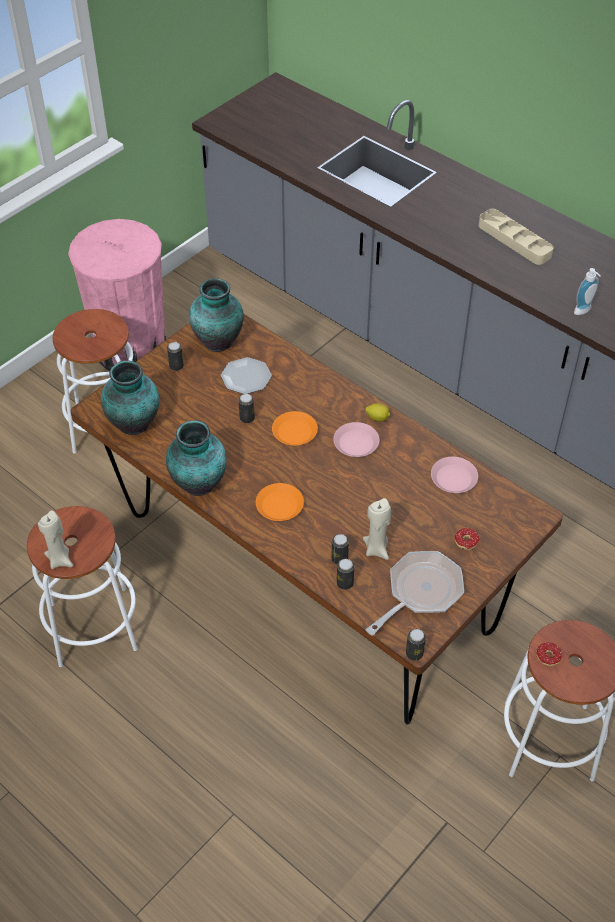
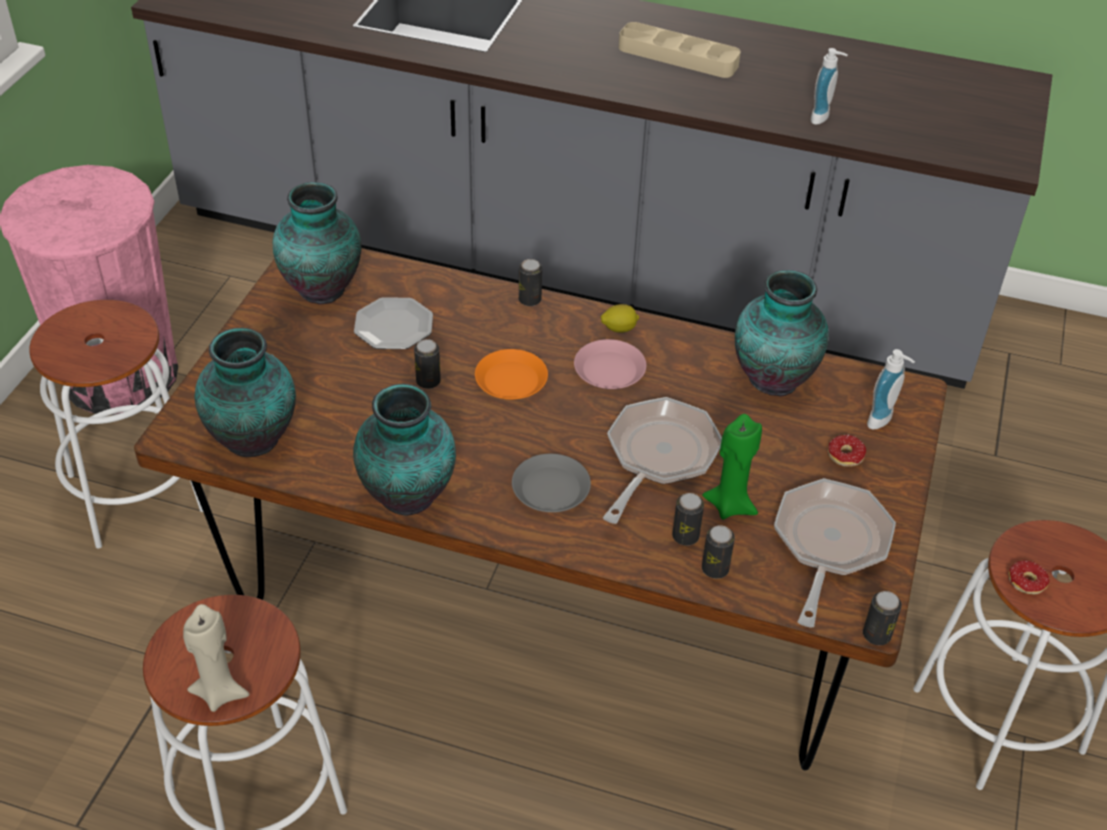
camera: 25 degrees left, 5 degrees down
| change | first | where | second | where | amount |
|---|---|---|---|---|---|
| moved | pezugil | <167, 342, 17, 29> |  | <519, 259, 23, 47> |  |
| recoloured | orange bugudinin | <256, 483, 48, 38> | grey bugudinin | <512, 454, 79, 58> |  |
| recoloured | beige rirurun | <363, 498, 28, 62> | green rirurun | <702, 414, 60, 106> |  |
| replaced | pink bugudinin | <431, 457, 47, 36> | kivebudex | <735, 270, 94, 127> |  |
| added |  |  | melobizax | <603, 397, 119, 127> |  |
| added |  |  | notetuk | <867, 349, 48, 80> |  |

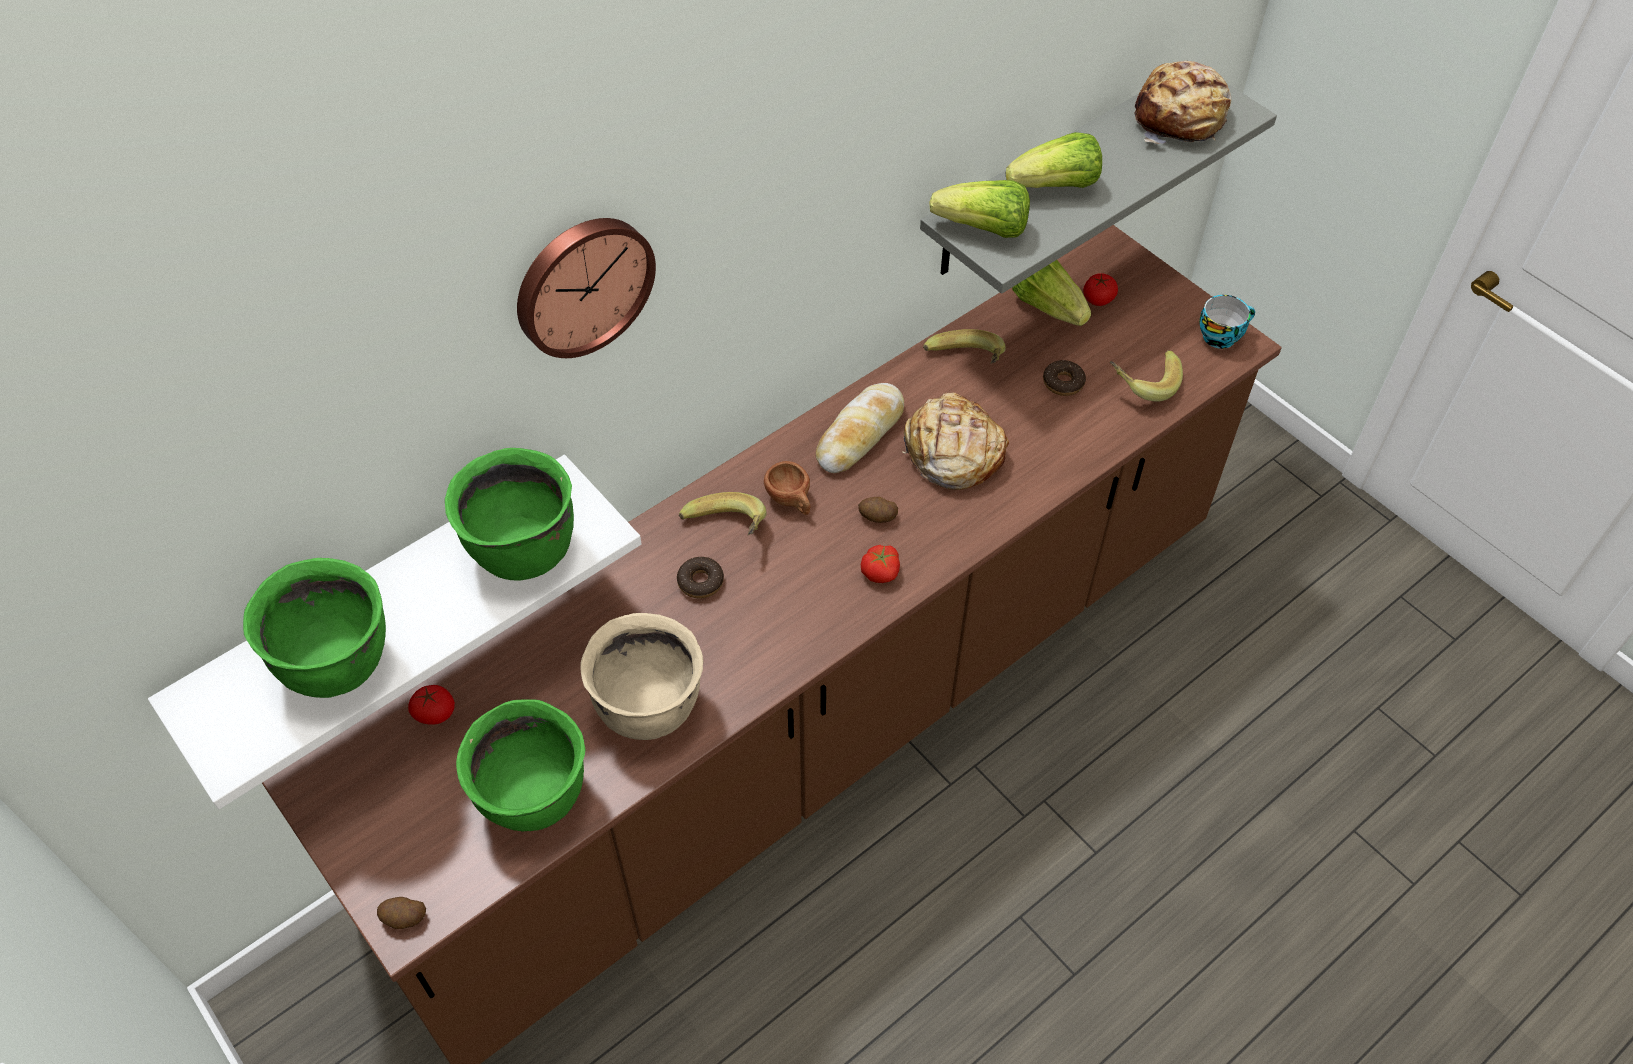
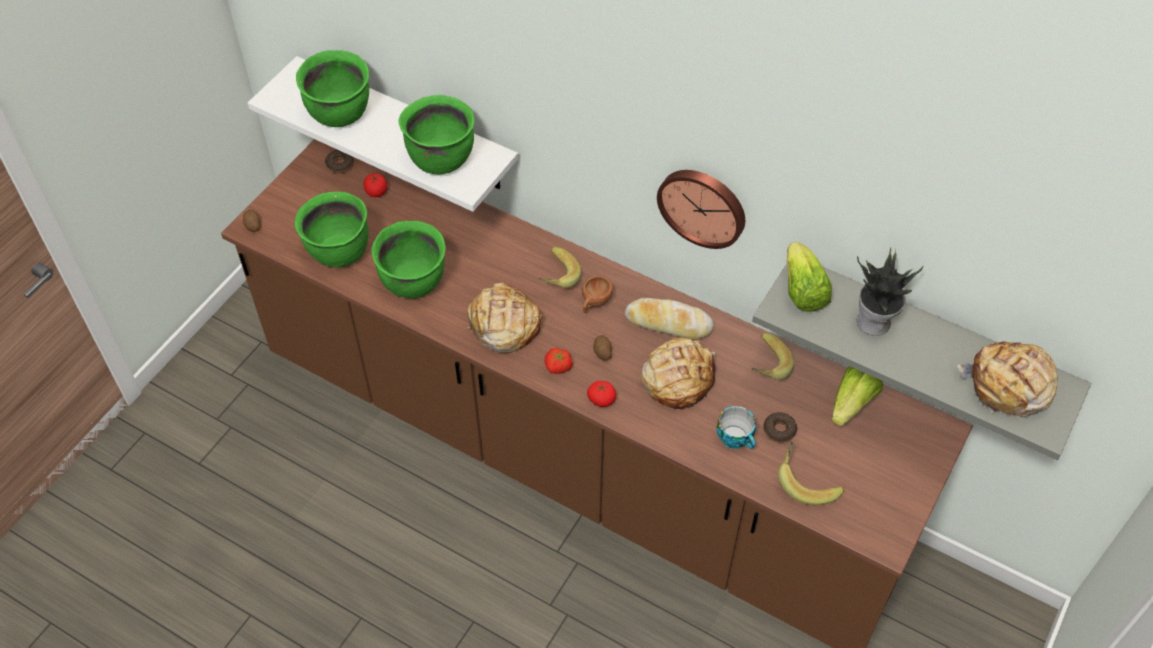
camera: 70 degrees right, 0 degrees up
| change | first | where | second | where | amount |
|---|---|---|---|---|---|
| moved | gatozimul | <517, 218, 139, 140> |  | <657, 170, 88, 79> |  |
| recoloured | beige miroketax | <580, 613, 123, 127> | green miroketax | <371, 221, 75, 77> |  |
| moved | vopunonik | <677, 557, 47, 42> |  | <325, 150, 29, 23> |  |
| replaced | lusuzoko | <1006, 132, 96, 56> | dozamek | <857, 247, 67, 89> |  |
| moved | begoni | <1083, 273, 35, 33> |  | <587, 381, 29, 26> |  |
| moved | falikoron | <1199, 295, 56, 54> |  | <716, 406, 40, 43> |  |
| added |  |  | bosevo | <467, 283, 76, 70> |  |

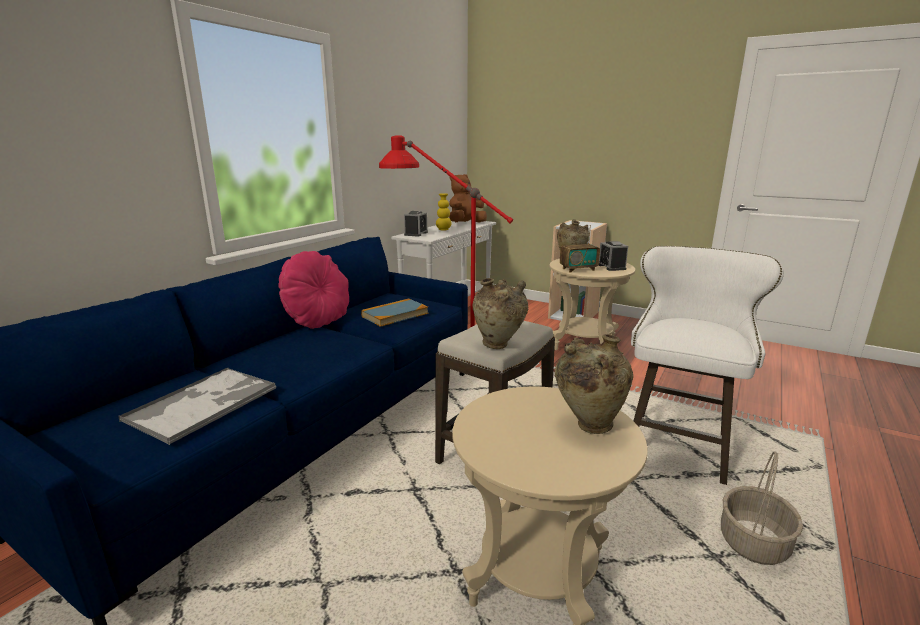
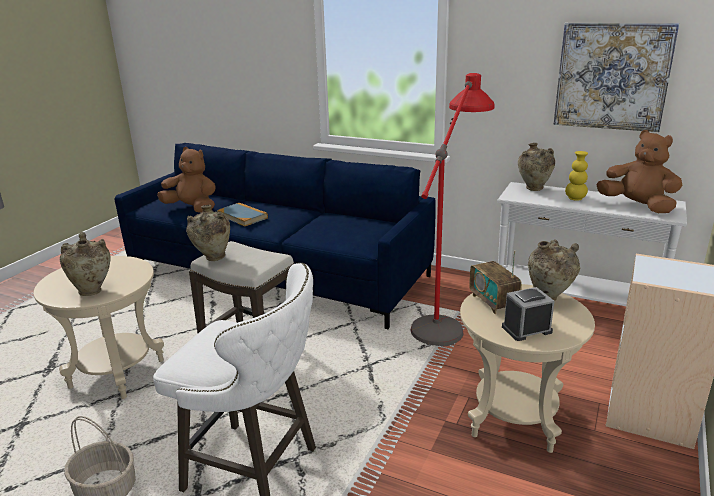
camera: 85 degrees right, 5 degrees up
| change | first | where | second | where | amount |
|---|---|---|---|---|---|
| replaced | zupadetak | <118, 368, 158, 77> | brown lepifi | <157, 147, 59, 66> |  |
| removed | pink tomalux | <278, 251, 71, 78> |  |  |  |
| moved | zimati | <361, 299, 67, 28> |  | <217, 203, 51, 23> |  |
| replaced | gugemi | <404, 211, 24, 26> | beige kivebudex | <518, 143, 37, 48> |  |
| added |  |  | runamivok | <554, 23, 125, 109> |  |

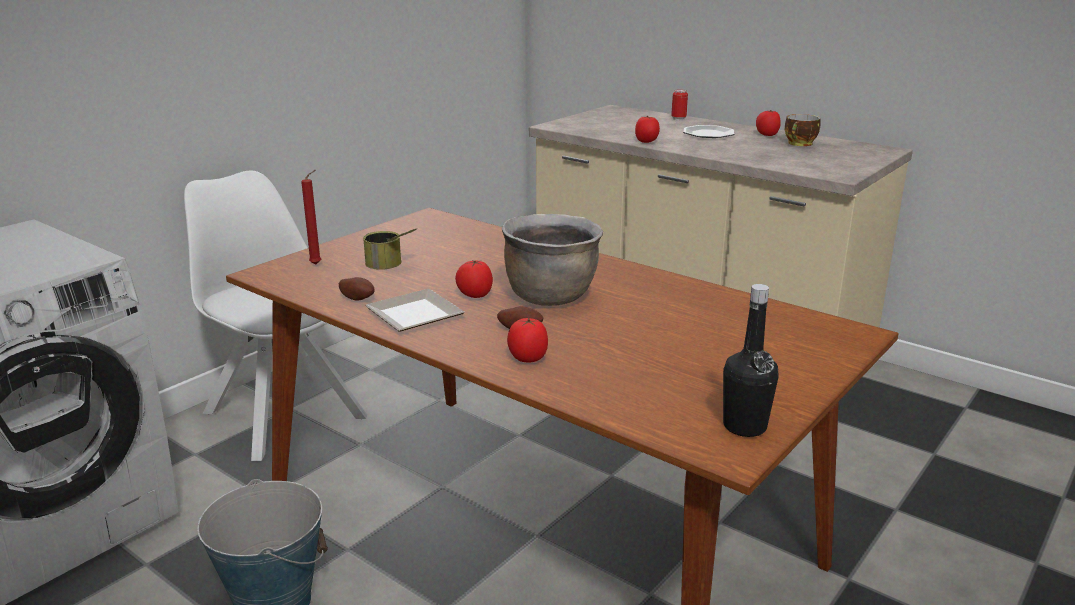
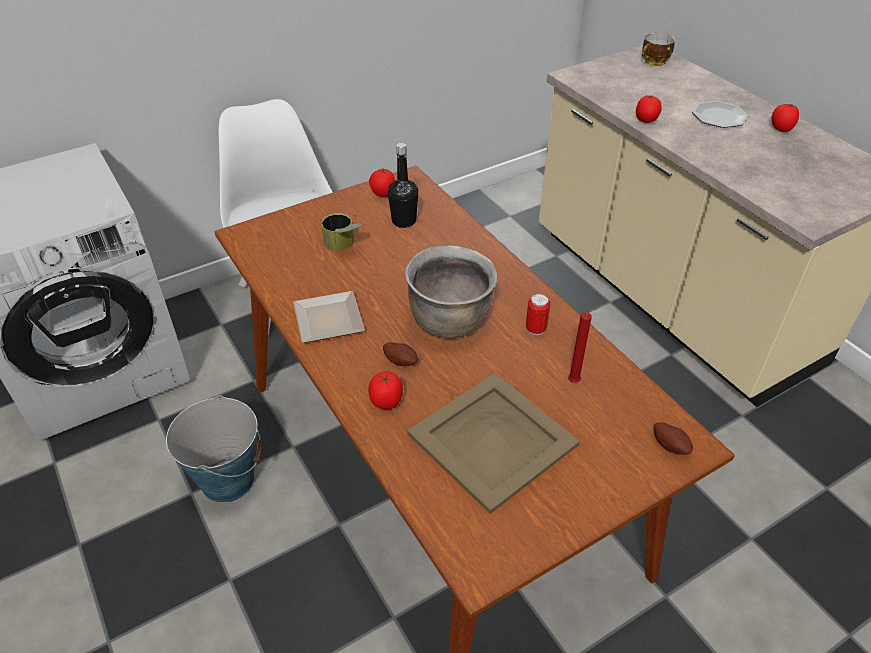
camera: 20 degrees right, 20 degrees up
| change | first | where | second | where | amount |
|---|---|---|---|---|---|
| moved | red rirurun | <301, 170, 20, 95> |  | <568, 307, 31, 76> |  |
| moved | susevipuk | <339, 277, 36, 24> |  | <654, 422, 39, 33> |  |
| moved | begoni | <455, 260, 38, 38> |  | <369, 169, 26, 28> |  |
| moved | pezugil | <671, 89, 17, 31> |  | <526, 294, 24, 41> |  |
| moved | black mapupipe | <723, 284, 56, 153> |  | <388, 143, 30, 85> |  |
| moved | falikoron | <785, 114, 36, 32> |  | <642, 33, 33, 33> |  |
| added |  |  | beige zupadetak | <407, 373, 173, 141> |  |

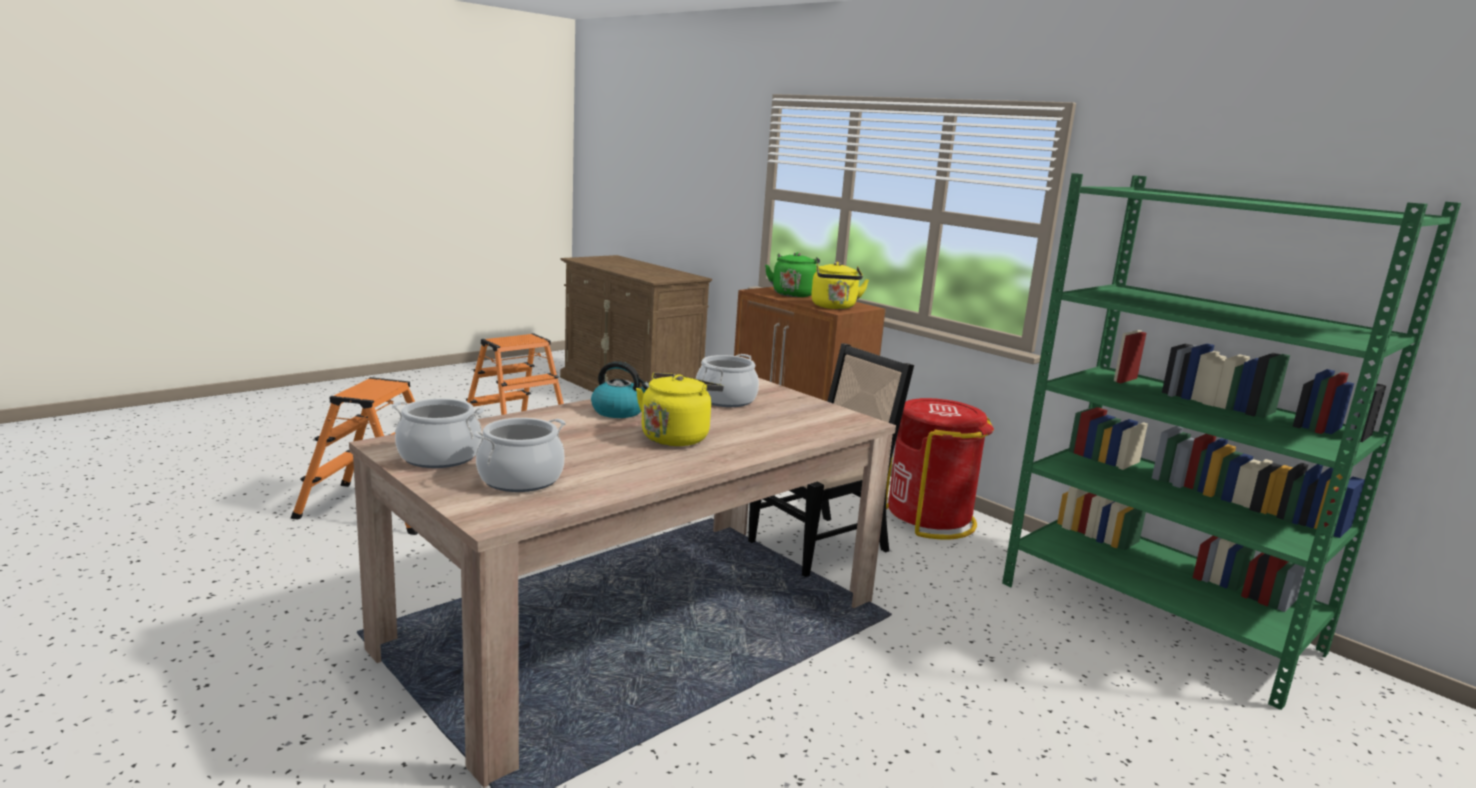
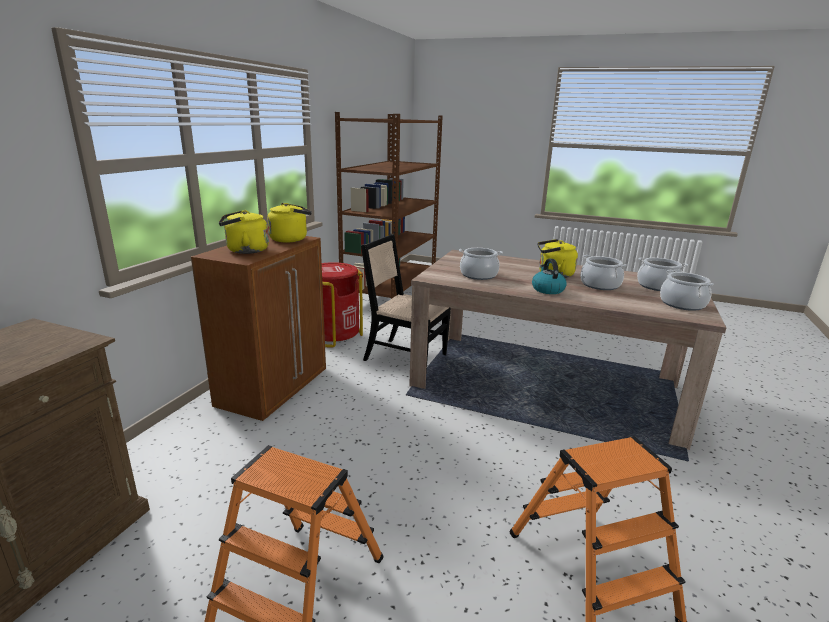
camera: 115 degrees left, 5 degrees up
| change | first | where | second | where | amount |
|---|---|---|---|---|---|
| recoloured | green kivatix | <765, 252, 55, 45> | yellow kivatix | <219, 210, 50, 44> |  |
| recoloured | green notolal | <1002, 173, 459, 537> | brown notolal | <335, 112, 108, 187> |  |
| added |  |  | miroketax | <580, 255, 47, 35> |  |

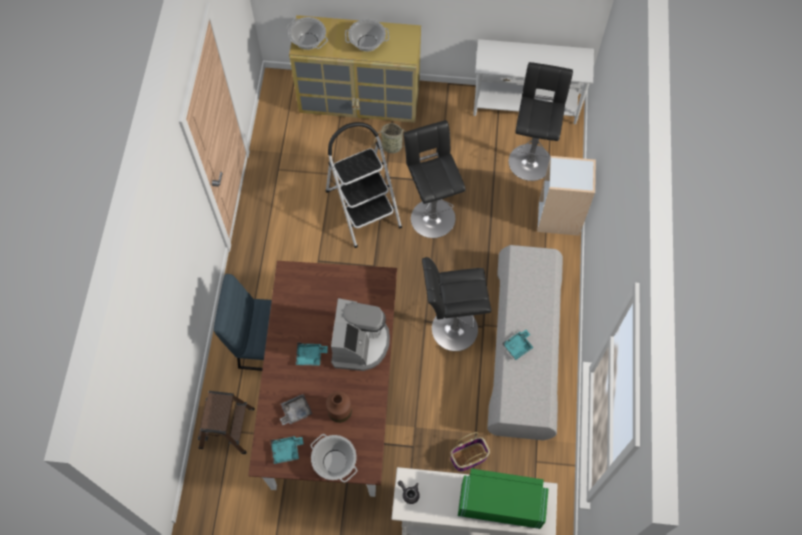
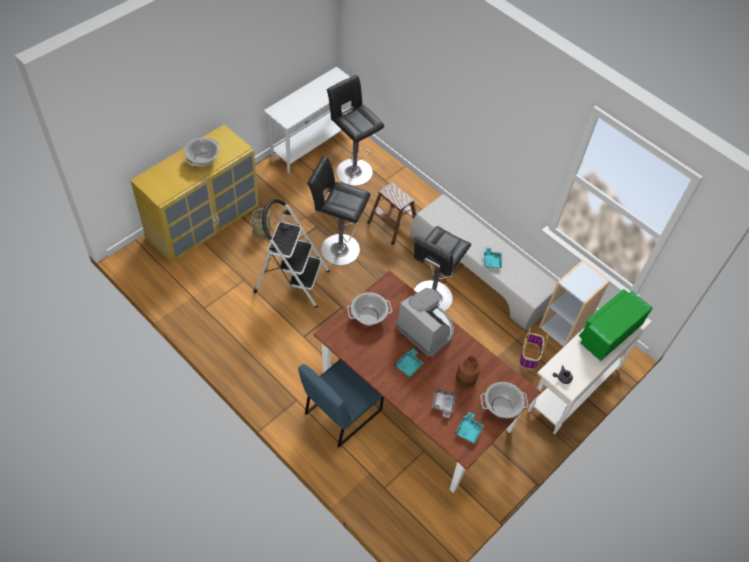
camera: 55 degrees left, 10 degrees down
| change | first | where | second | where | amount |
|---|---|---|---|---|---|
| moved | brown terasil | <198, 391, 57, 63> |  | <367, 182, 50, 63> |  |
| moved | miroketax | <287, 17, 41, 33> |  | <347, 292, 45, 33> |  |
| moved | notolal | <537, 156, 59, 80> |  | <539, 260, 72, 87> |  |

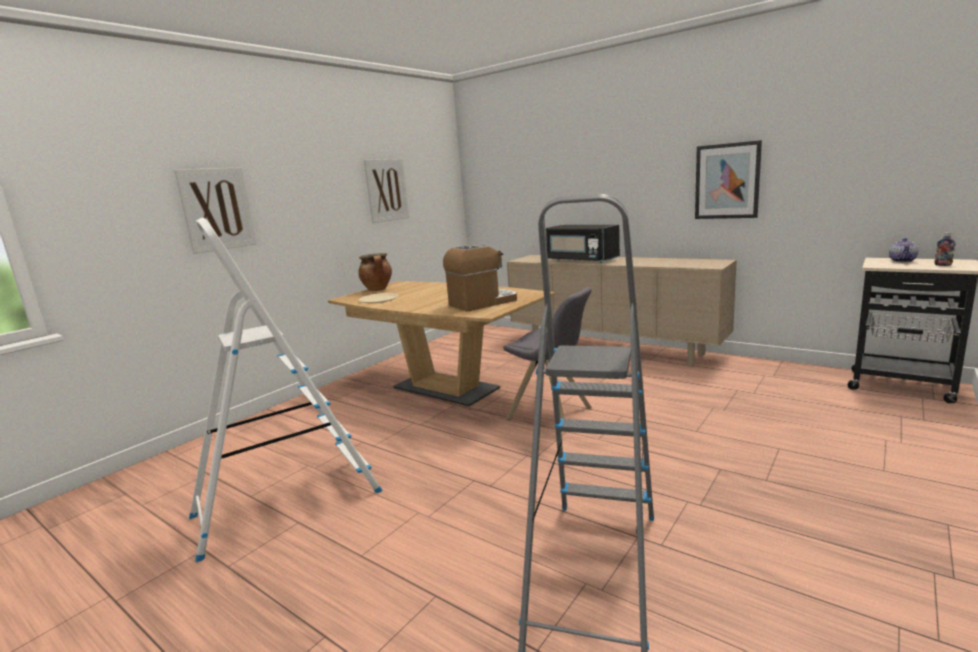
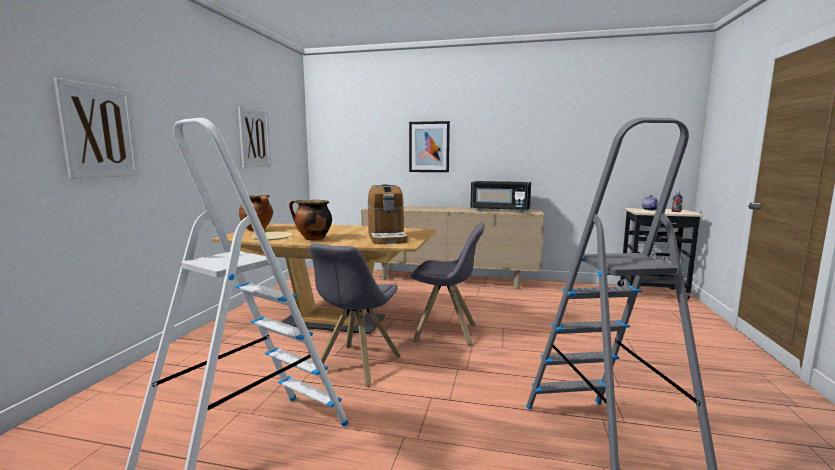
camera: 25 degrees left, 5 degrees down
| change | first | where | second | where | amount |
|---|---|---|---|---|---|
| turned | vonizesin | <443, 245, 74, 67> |  | <368, 184, 40, 60> | 135 degrees clockwise |
| moved | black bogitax | <546, 225, 74, 38> |  | <471, 181, 60, 31> |  |
| moved | runamivok | <695, 140, 67, 79> |  | <409, 121, 41, 51> |  |
| added |  |  | miroketax | <289, 200, 43, 40> |  |
| added |  |  | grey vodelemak | <310, 243, 91, 144> |  |

